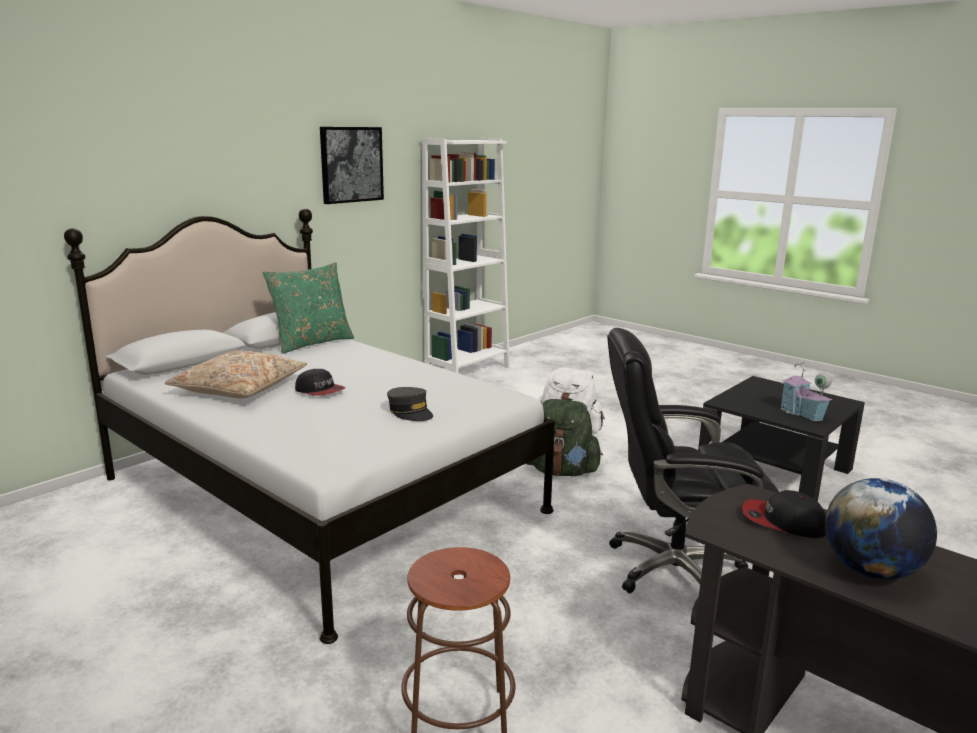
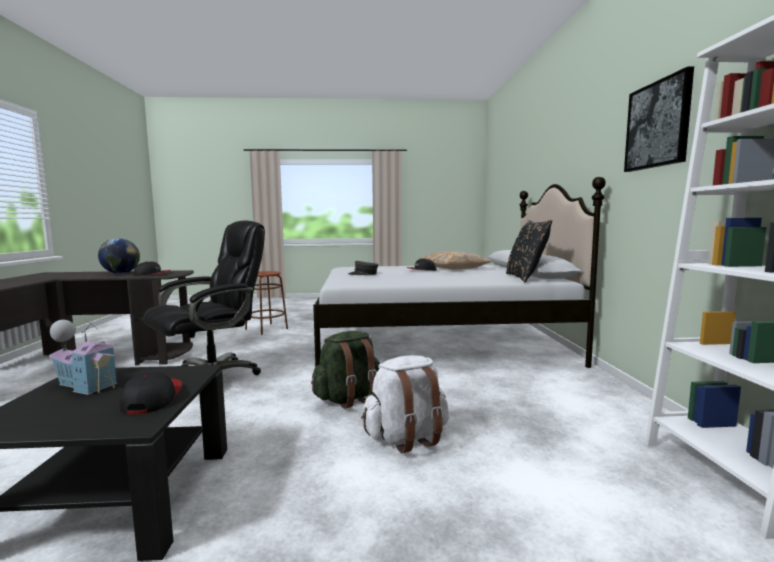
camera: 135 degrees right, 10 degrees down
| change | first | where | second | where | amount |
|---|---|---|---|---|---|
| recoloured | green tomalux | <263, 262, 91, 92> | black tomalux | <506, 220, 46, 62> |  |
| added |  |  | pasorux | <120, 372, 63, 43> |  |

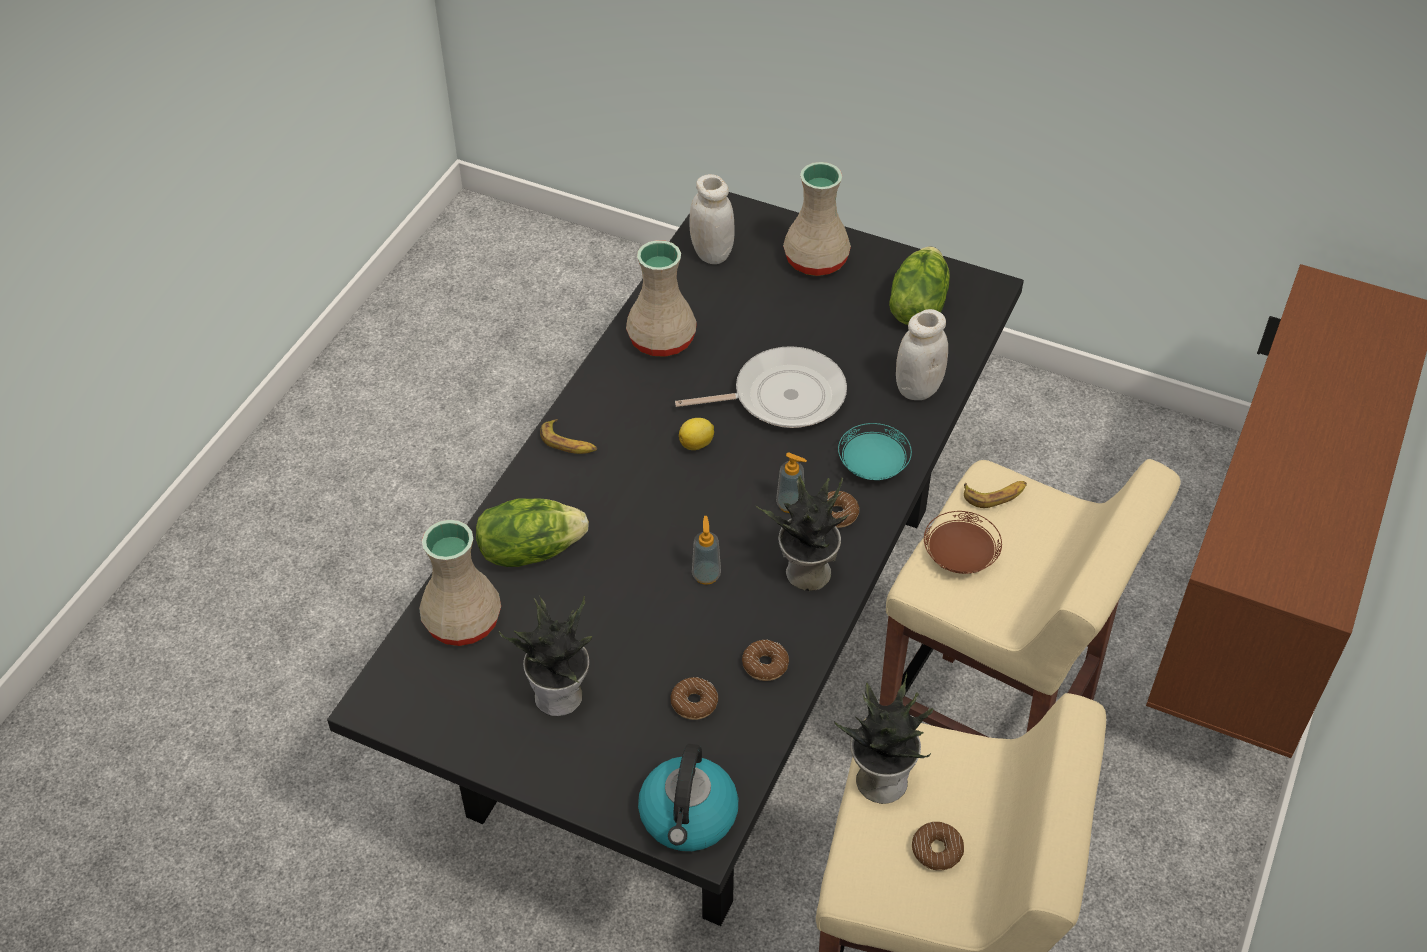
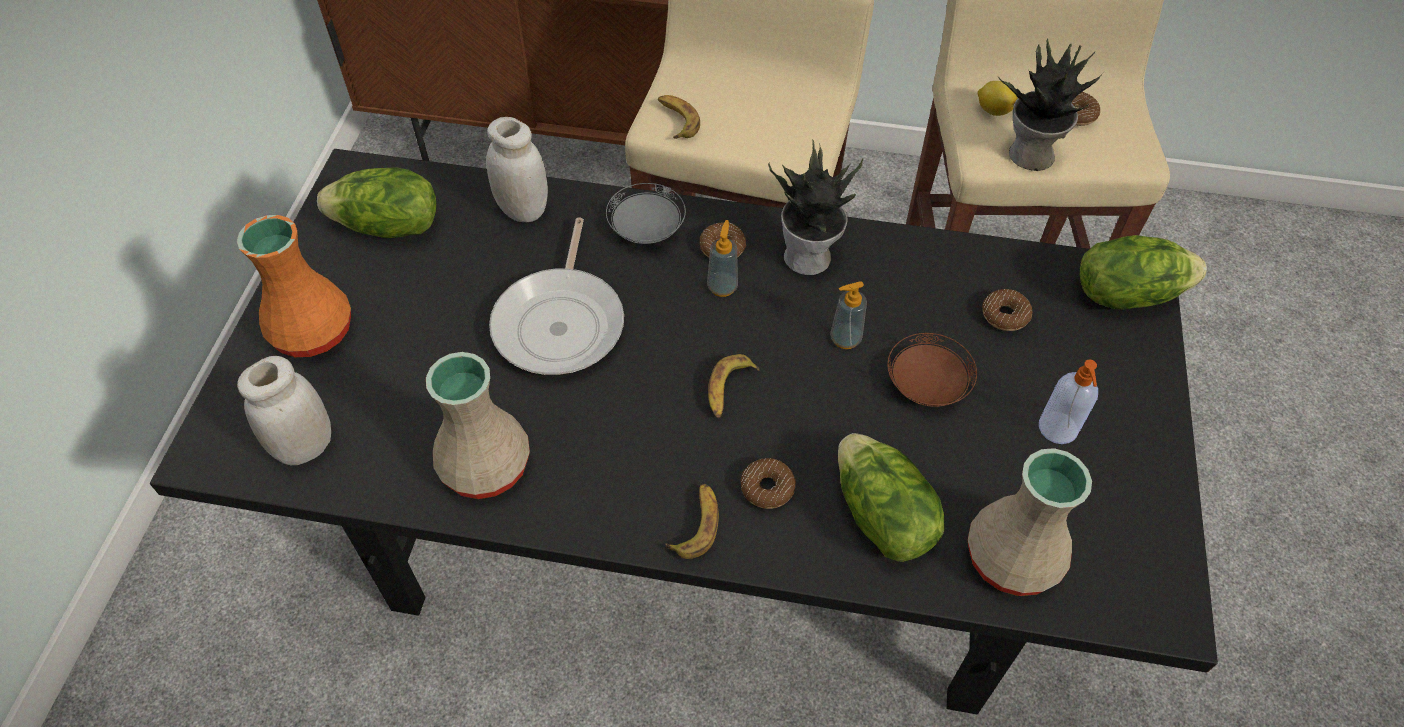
camera: 105 degrees left, 5 degrees up
| change | first | where | second | where | amount |
|---|---|---|---|---|---|
| replaced | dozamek | <499, 596, 93, 120> | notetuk | <1039, 360, 59, 84> |  |
| replaced | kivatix | <638, 744, 100, 107> | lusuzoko | <1080, 235, 127, 75> |  |
| turned | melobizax | <675, 346, 172, 82> |  | <489, 217, 135, 158> | 150 degrees counterclockwise |
| moved | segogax | <679, 418, 35, 32> |  | <978, 81, 40, 35> |  |
| moved | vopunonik | <742, 639, 47, 42> |  | <740, 458, 56, 51> |  |
| recoloured | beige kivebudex | <783, 162, 68, 114> | orange kivebudex | <237, 215, 114, 142> |  |
| recoloured | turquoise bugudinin | <838, 423, 74, 57> | grey bugudinin | <606, 183, 80, 61> |  |
| moved | brown bugudinin | <924, 511, 78, 63> |  | <887, 333, 90, 74> |  |
| added |  |  | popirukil | <708, 354, 52, 64> |  |

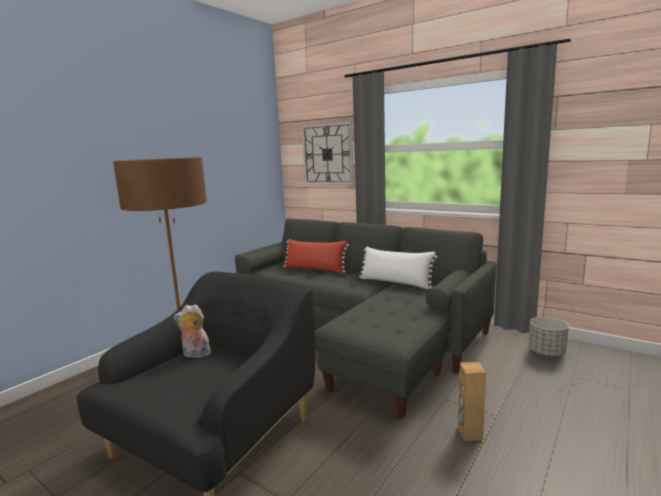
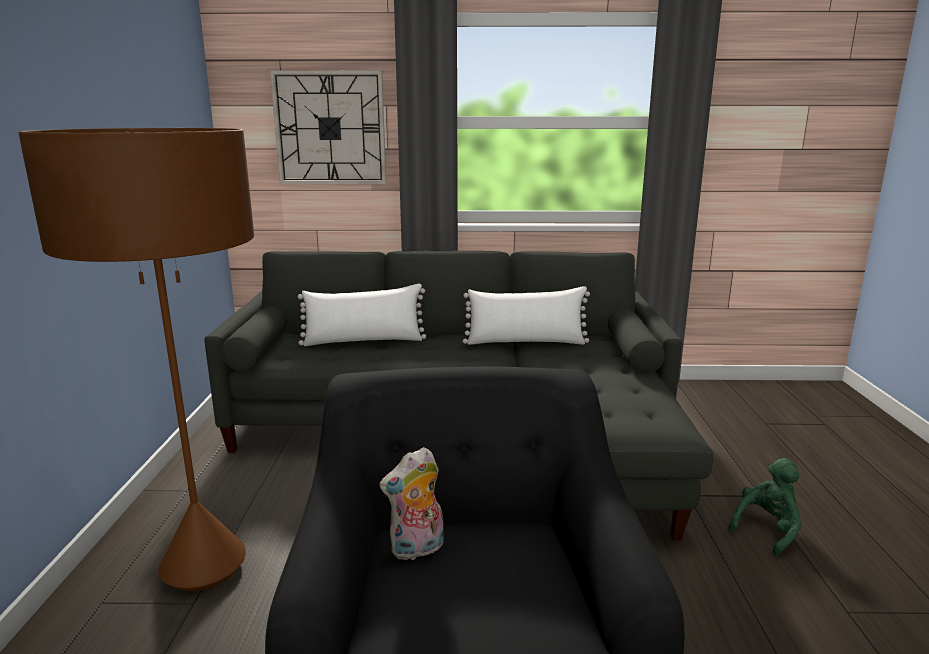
camera: 35 degrees left, 5 degrees up
| change | first | where | second | where | amount |
|---|---|---|---|---|---|
| recoloured | red tomalux | <283, 239, 66, 34> | white tomalux | <298, 284, 128, 62> |  |
| replaced | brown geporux | <458, 362, 28, 79> | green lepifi | <728, 458, 74, 97> |  |
| removed | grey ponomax | <528, 316, 41, 40> |  |  |  |

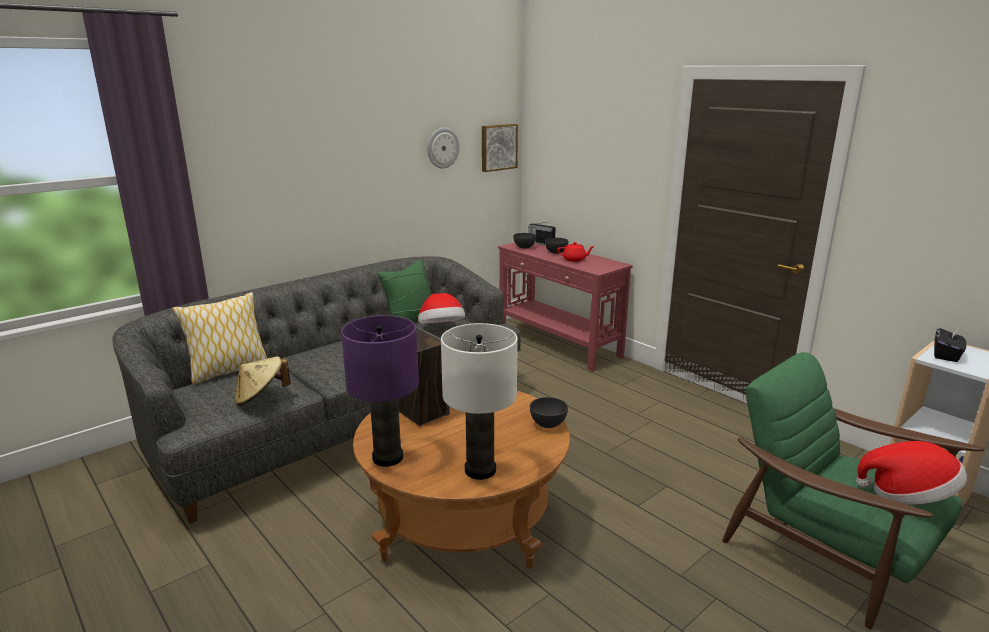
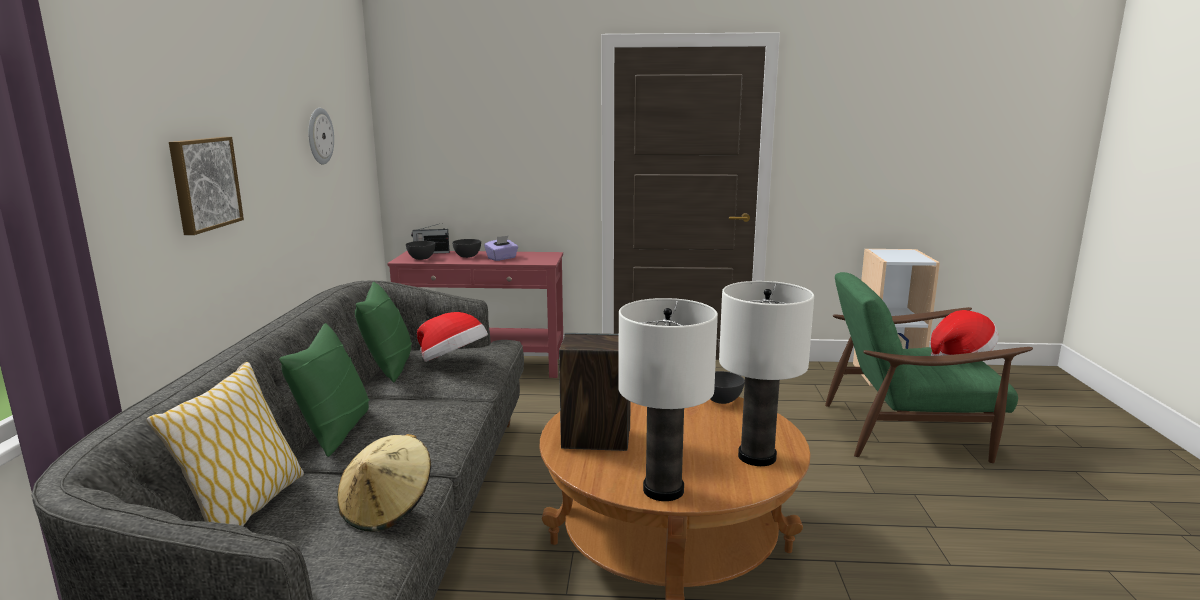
camera: 45 degrees left, 5 degrees down
| change | first | where | second | where | amount |
|---|---|---|---|---|---|
| recoloured | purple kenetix | <341, 315, 78, 152> | white kenetix | <618, 298, 100, 203> |  |
| moved | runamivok | <482, 124, 36, 48> |  | <169, 137, 75, 98> |  |
| replaced | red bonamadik | <557, 242, 38, 20> | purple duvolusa | <484, 236, 34, 25> |  |
| removed | black duvolusa | <934, 327, 32, 35> |  |  |  |
| added |  |  | green tomalux | <279, 323, 91, 134> |  |

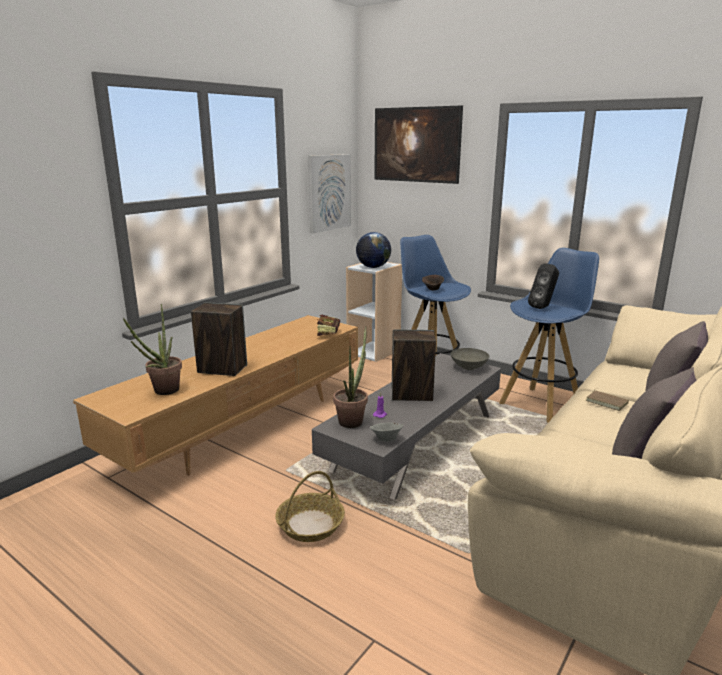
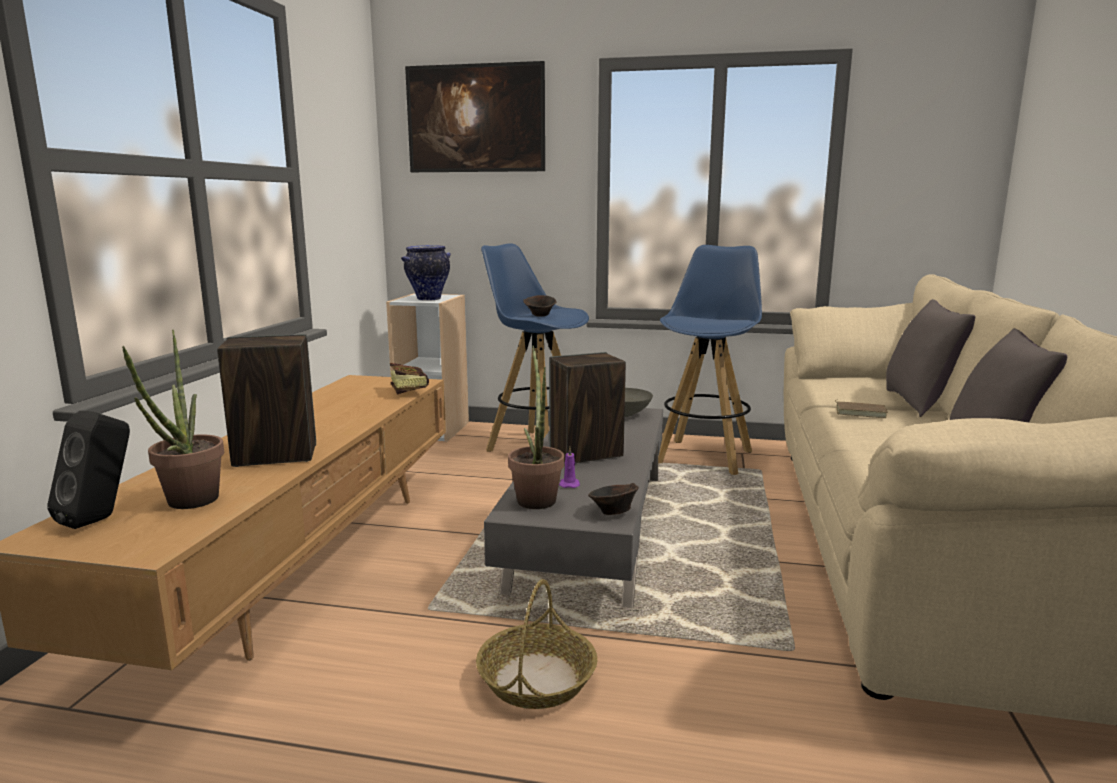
camera: 25 degrees left, 5 degrees down
| change | first | where | second | where | amount |
|---|---|---|---|---|---|
| removed | runamivok | <308, 154, 43, 79> |  |  |  |
| replaced | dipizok | <356, 232, 35, 36> | kivebudex | <401, 245, 50, 56> |  |
| recoloured | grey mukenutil | <370, 422, 33, 20> | brown mukenutil | <588, 483, 51, 32> |  |
| moved | black geporux | <528, 263, 31, 46> |  | <47, 411, 83, 118> |  |

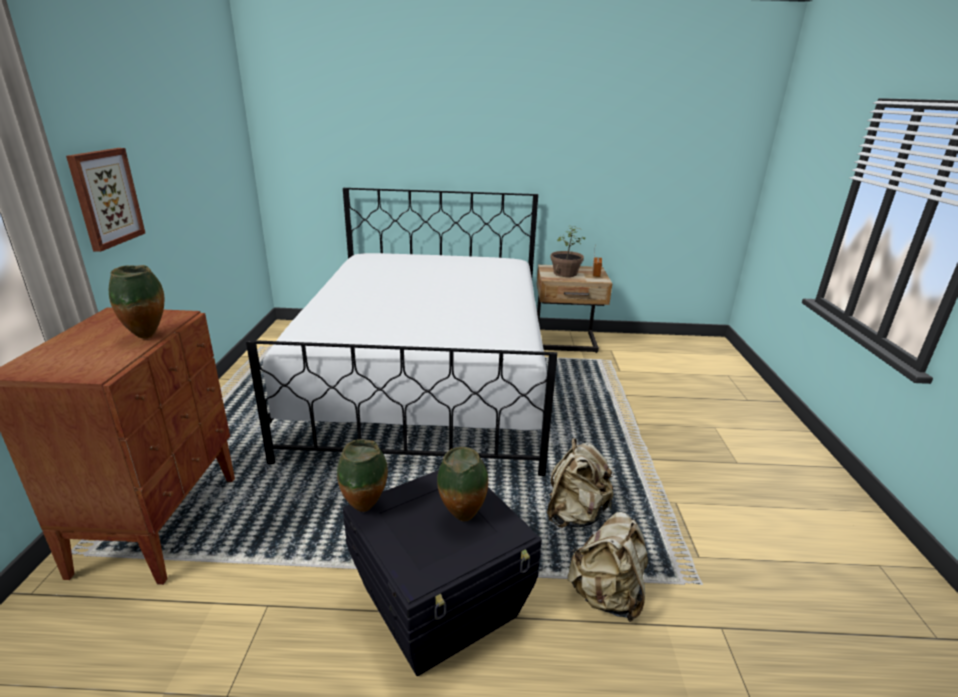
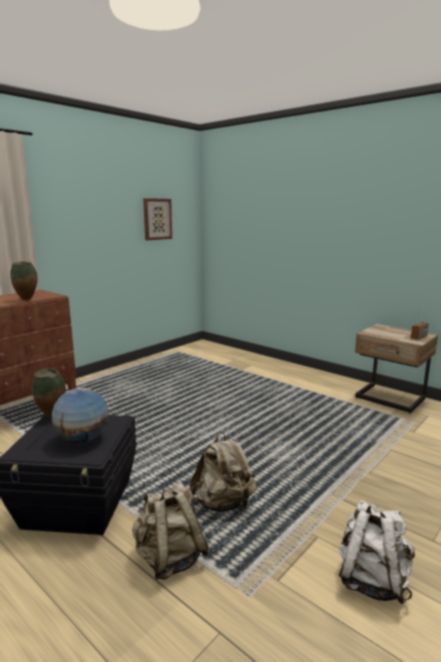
camera: 40 degrees right, 10 degrees down
| change | first | where | second | where | amount |
|---|---|---|---|---|---|
| moved | runamivok | <66, 148, 79, 104> |  | <143, 198, 29, 42> |  |
| removed | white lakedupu | <246, 188, 312, 288> |  |  |  |
| replaced | kivebudex | <437, 447, 51, 74> | dipizok | <52, 388, 57, 55> |  |
| removed | dozamek | <550, 226, 35, 51> |  |  |  |
| added |  |  | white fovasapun | <339, 500, 76, 104> |  |

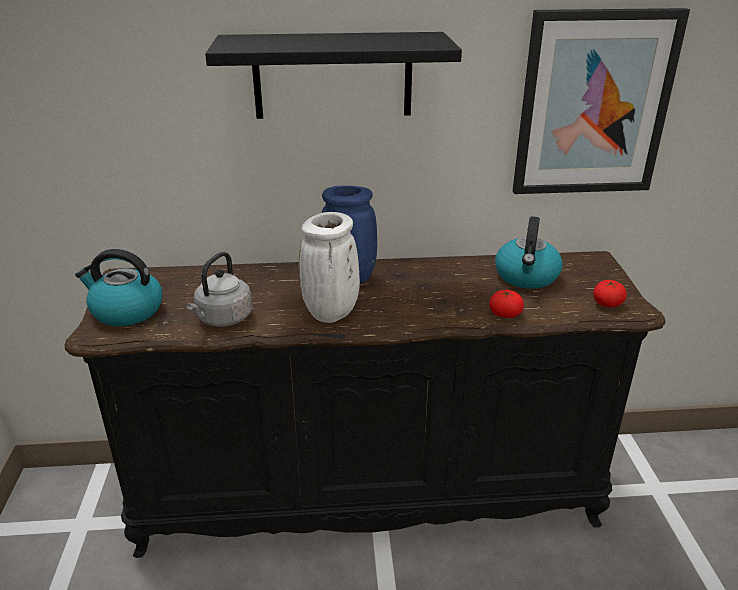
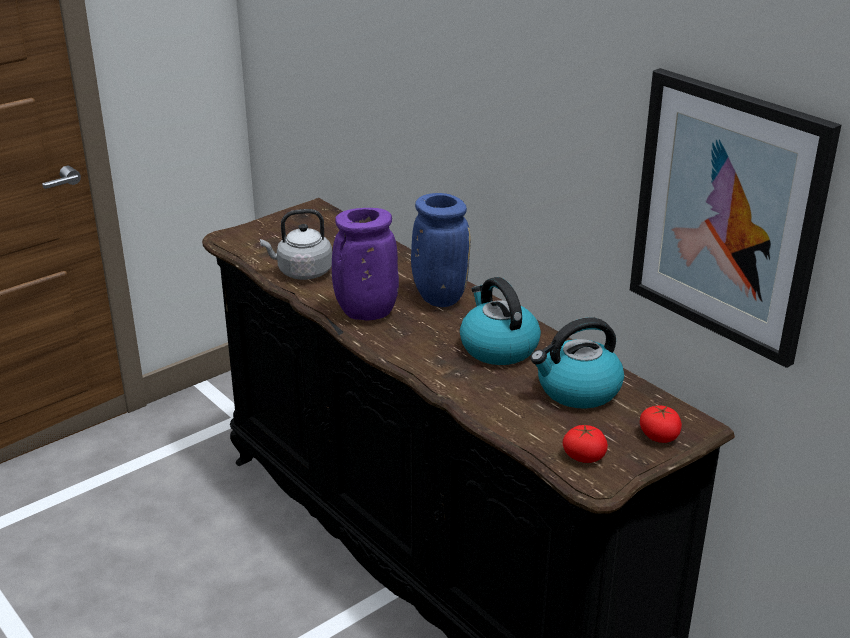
camera: 55 degrees right, 0 degrees up
| change | first | where | second | where | amount |
|---|---|---|---|---|---|
| moved | kivatix | <75, 249, 88, 77> |  | <460, 277, 81, 88> |  |
| removed | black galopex | <205, 32, 257, 87> |  |  |  |
| recoloured | white kivebudex | <299, 212, 61, 111> | purple kivebudex | <332, 208, 67, 113> |  |
| moved | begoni | <489, 290, 35, 28> |  | <640, 406, 42, 37> |  |

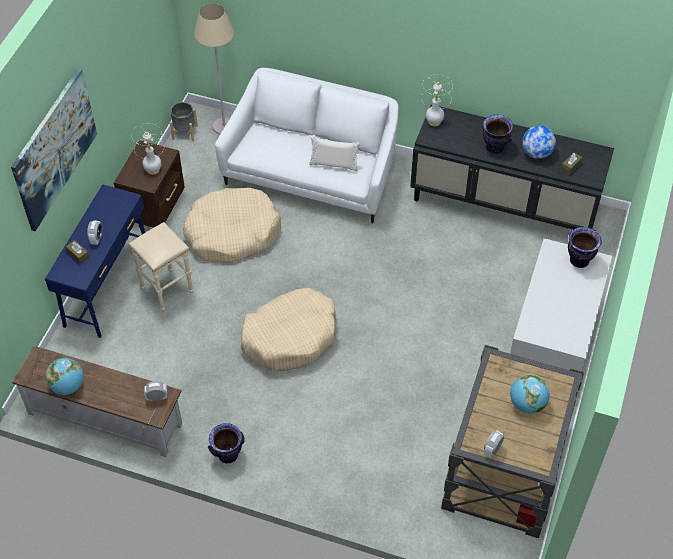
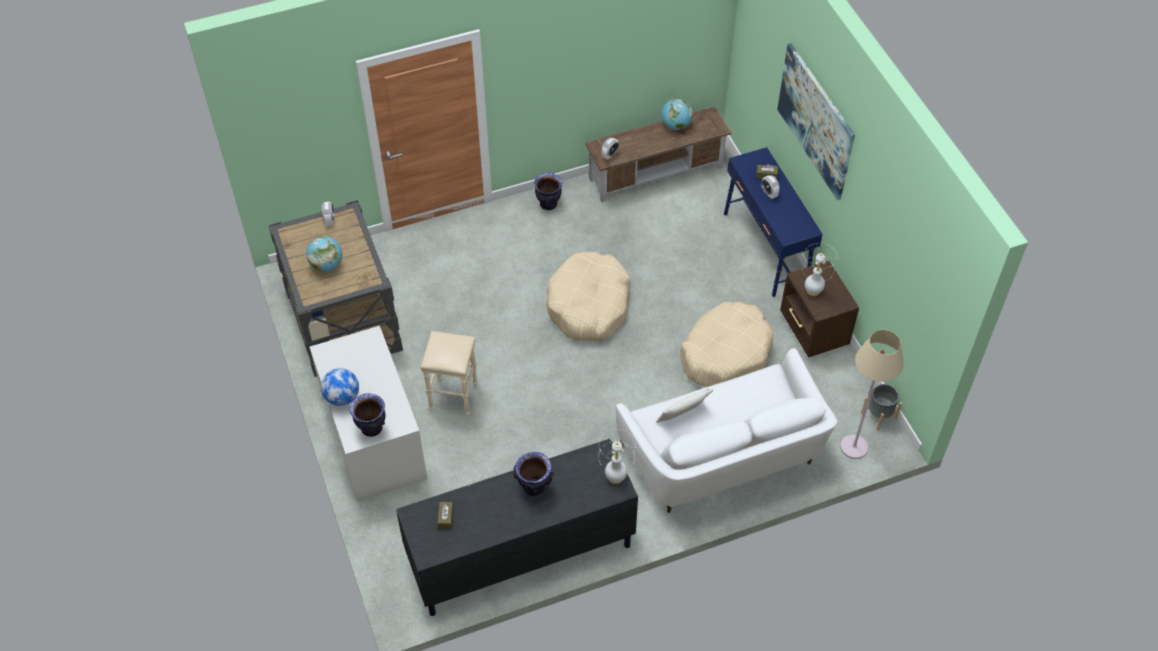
camera: 140 degrees right, 0 degrees up
| change | first | where | second | where | amount |
|---|---|---|---|---|---|
| moved | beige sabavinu | <129, 222, 64, 89> |  | <421, 331, 57, 85> |  |
| moved | dipizok | <522, 125, 34, 34> |  | <321, 368, 38, 38> |  |

